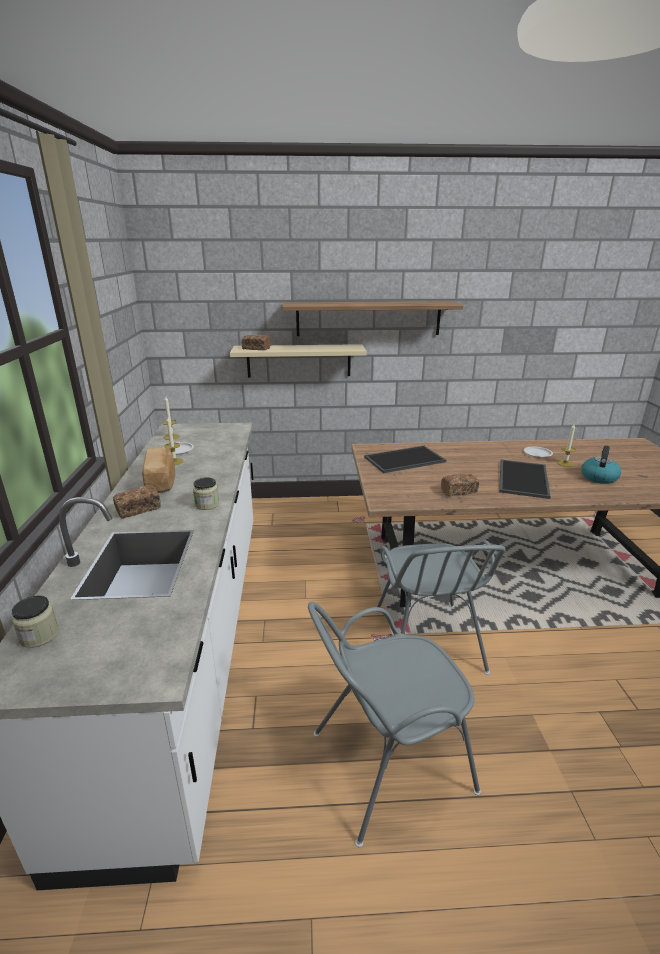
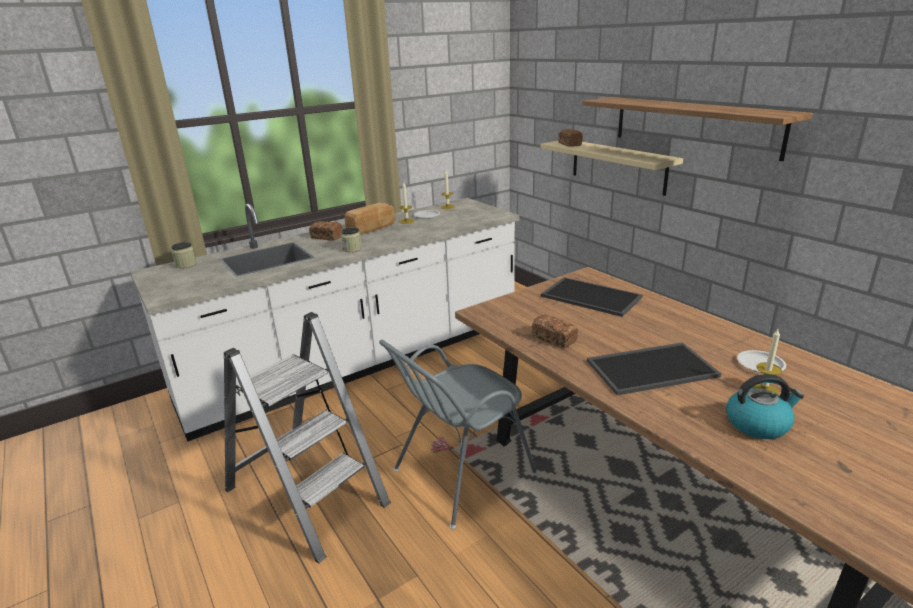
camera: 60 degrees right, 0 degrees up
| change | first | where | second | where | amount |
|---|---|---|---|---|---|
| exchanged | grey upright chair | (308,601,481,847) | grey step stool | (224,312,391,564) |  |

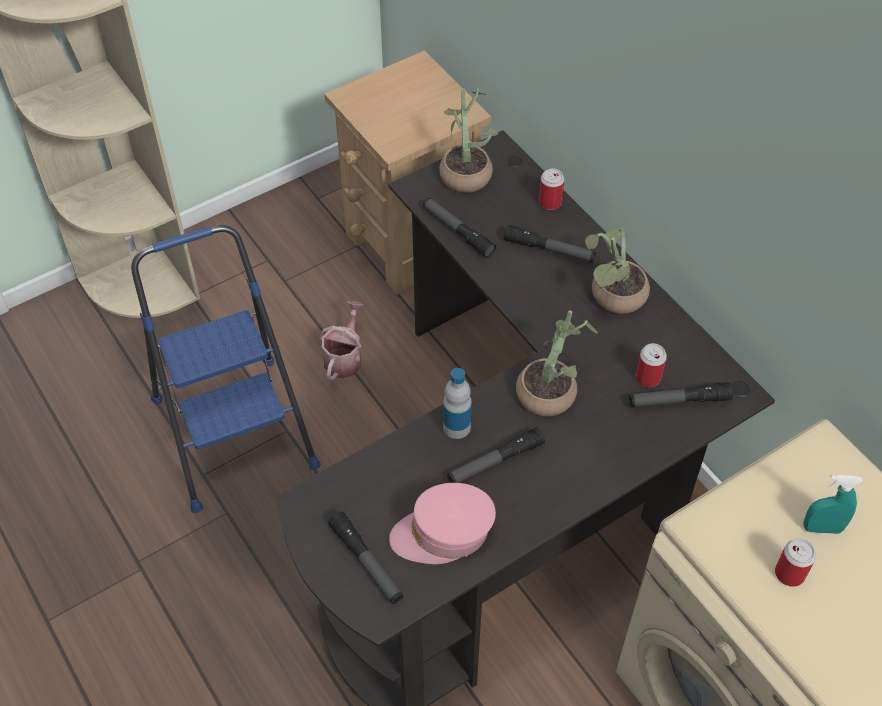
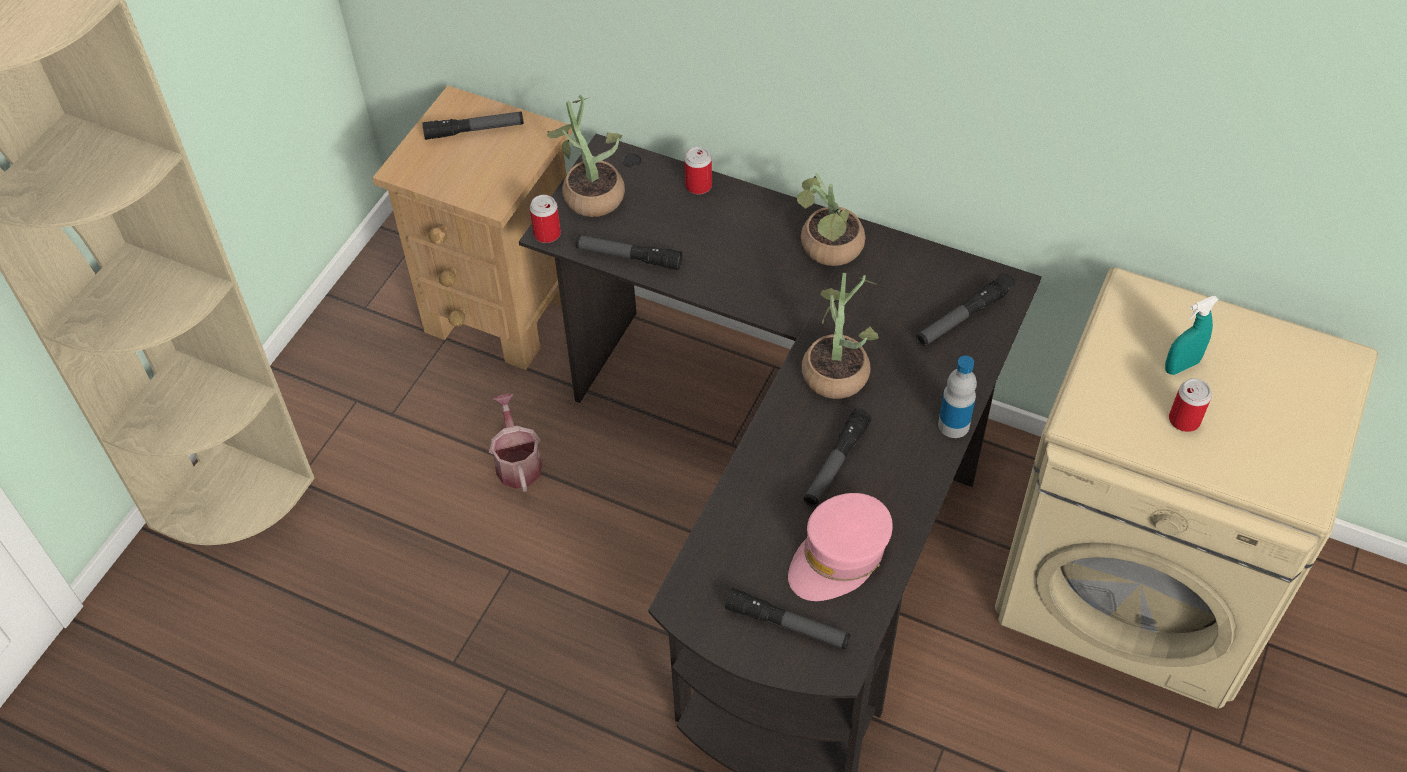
camera: 30 degrees left, 0 degrees up
| change | first | where | second | where | amount |
|---|---|---|---|---|---|
| missing | bluish step stool | (131,225,321,513) |  |  |  |
| relocated | bottle | (443,368,472,439) |  | (938,356,977,438) |  |
| relocated | hand torch | (504,224,596,263) |  | (422,111,524,140) |  |
| relocated | sealed can | (636,343,667,387) |  | (530,195,561,243) |  |

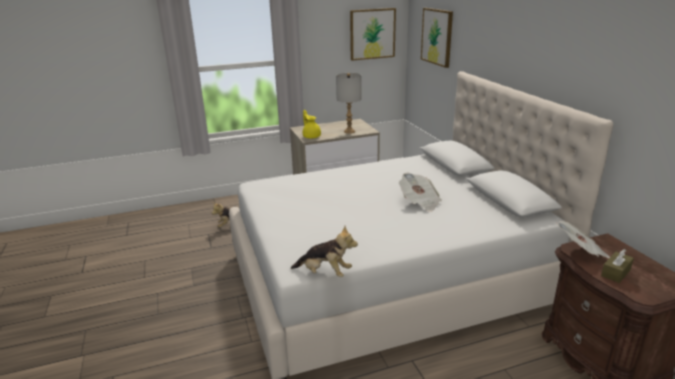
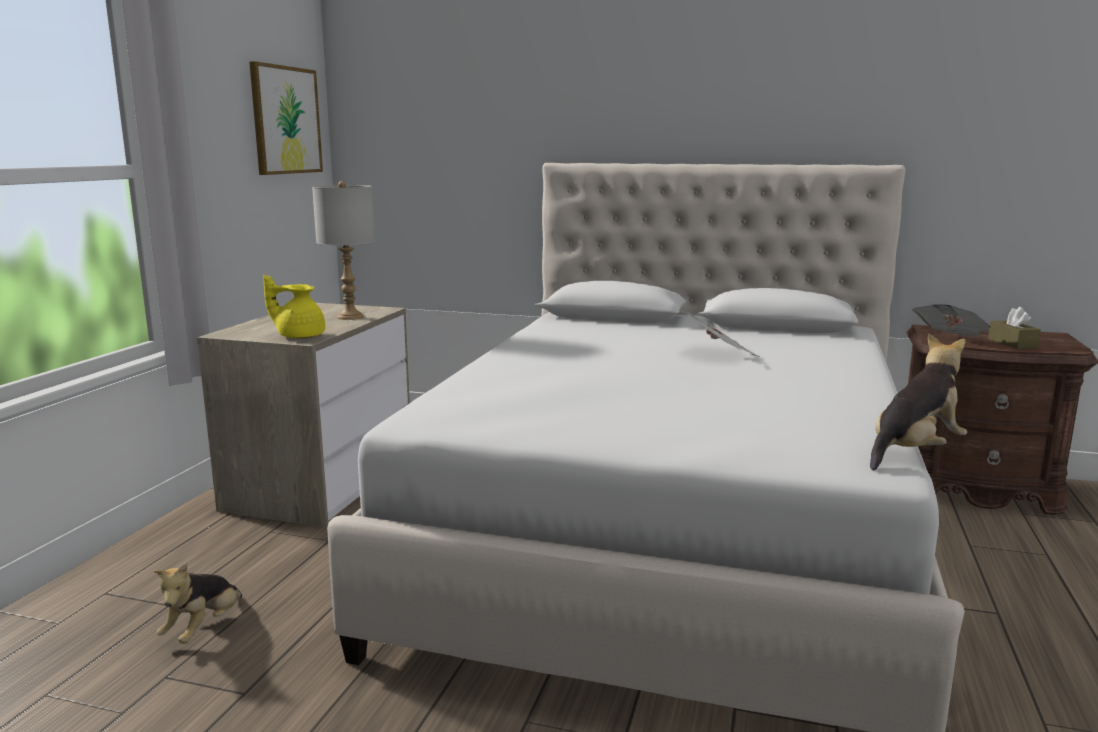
camera: 55 degrees left, 10 degrees down
| change | first | where | second | where | amount |
|---|---|---|---|---|---|
| missing | wall art | (421,8,453,68) |  |  |  |

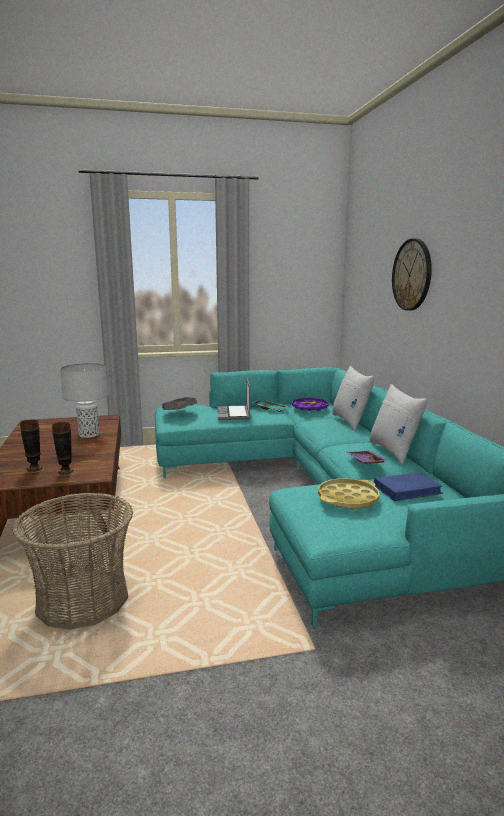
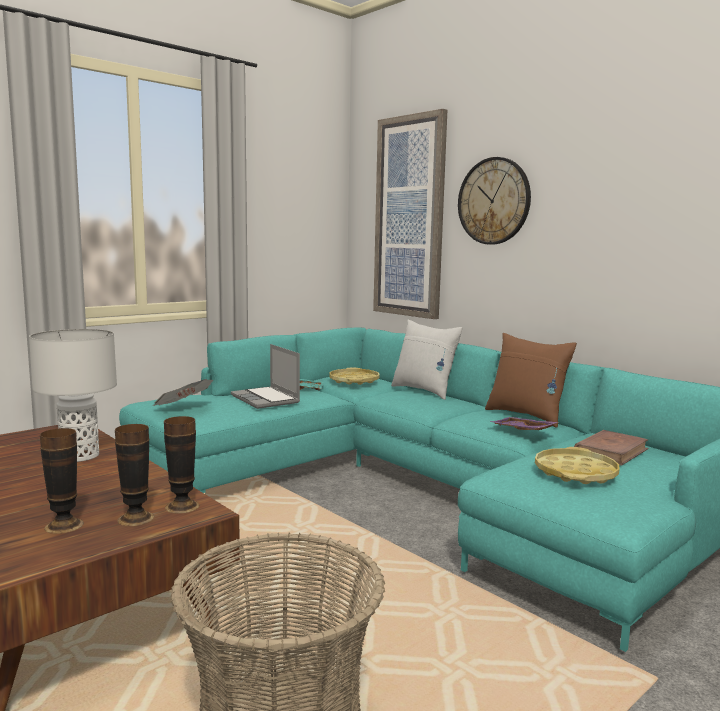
camera: 30 degrees left, 5 degrees down
| change | first | where | second | where | amount |
|---|---|---|---|---|---|
| appeared |  |  | vase | (164,416,200,514) |  |
| appeared |  |  | wall art | (373,109,447,319) |  |
| colour | purple serving tray | (292,397,329,411) | yellow-coloured serving tray | (330,368,380,385) |  |
| colour | grey cushion | (370,384,427,464) | brownish cushion | (485,333,577,428) |  |
| colour | bluish volume | (374,472,443,501) | brownish volume | (574,430,648,466) |  |

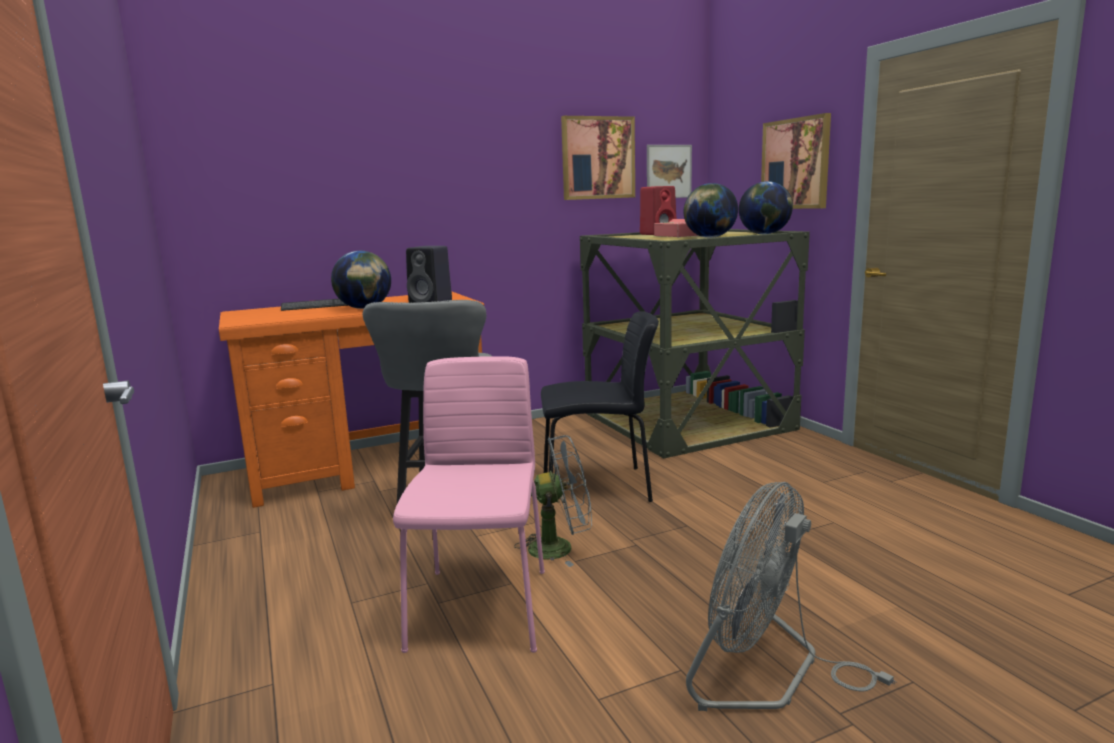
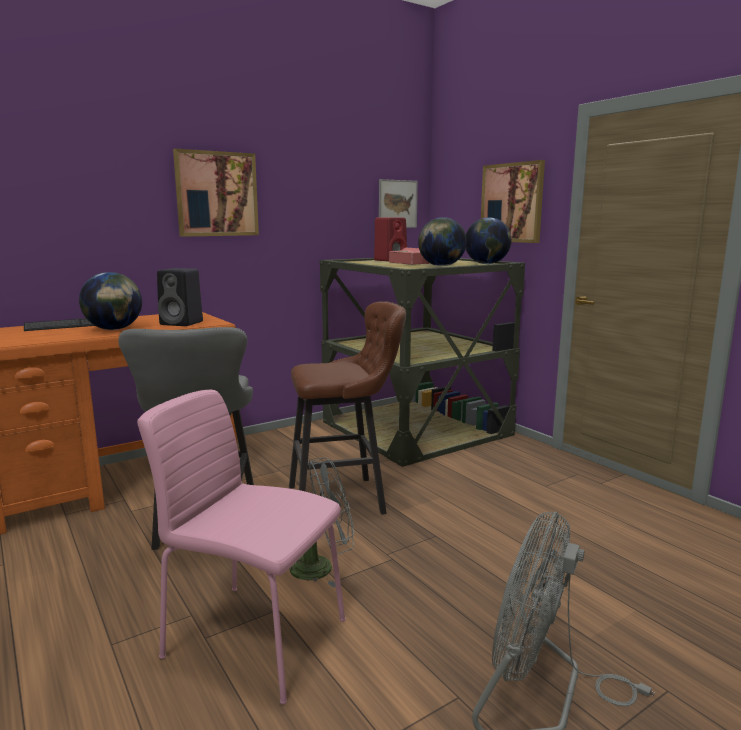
camera: 10 degrees left, 0 degrees up
| change | first | where | second | where | amount |
|---|---|---|---|---|---|
| relocated | wall art | (561,116,635,200) |  | (173,149,259,237) |  |
| exchanged | black-coloured upright chair | (541,312,659,502) | brownish stool seat | (289,301,406,515) |  |
| spun | pink-coloured upright chair | (393,356,545,653) |  | (137,390,345,705) | 60 degrees counterclockwise |

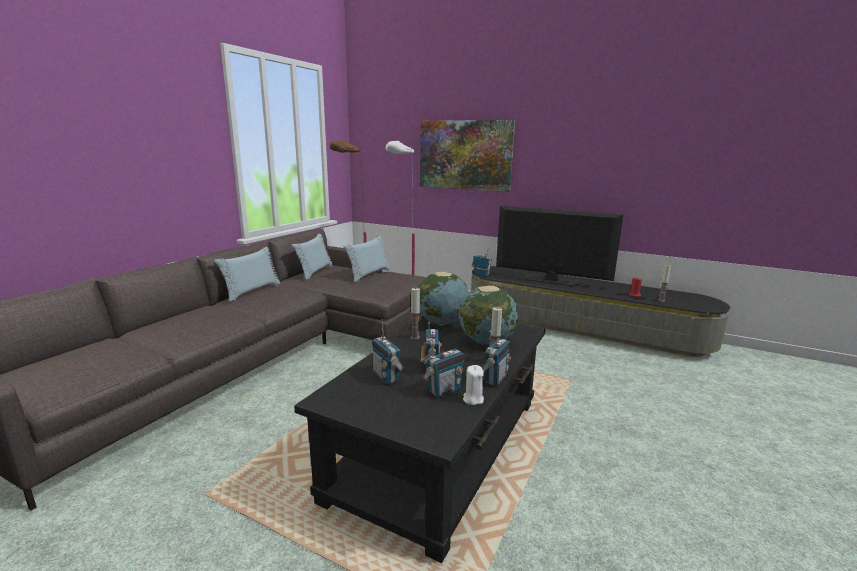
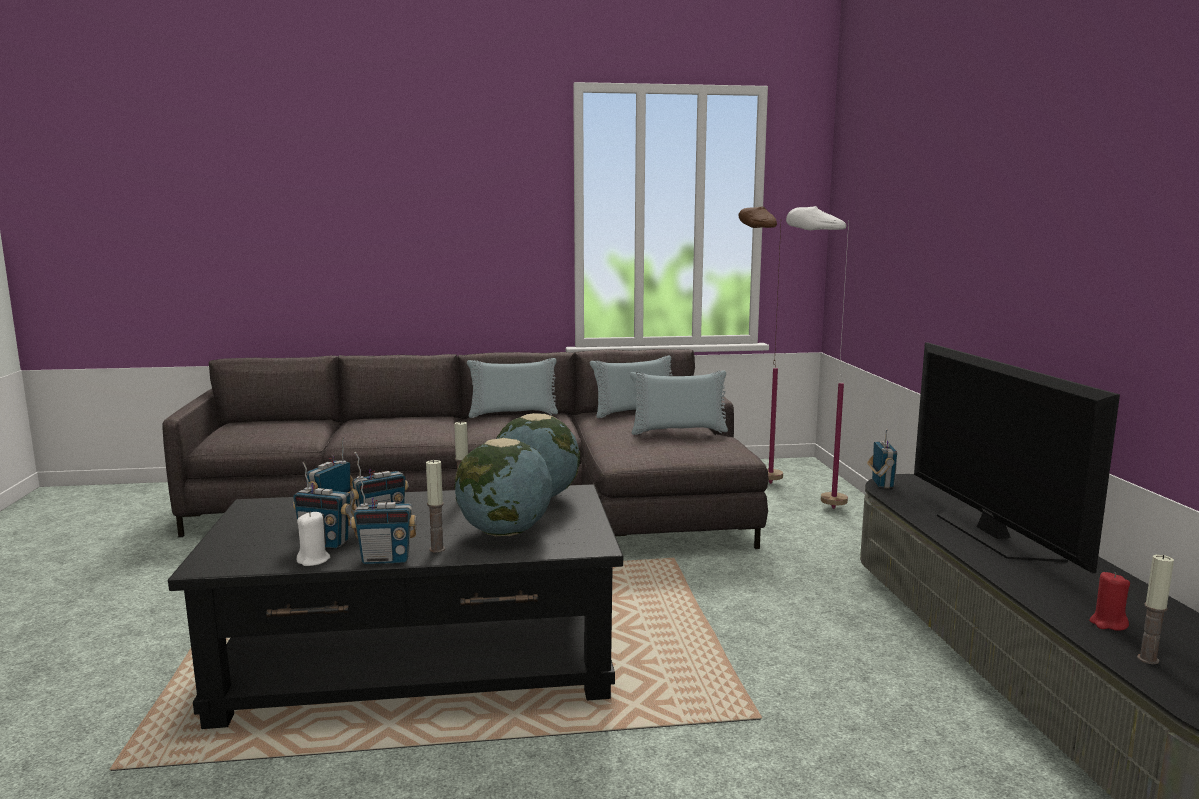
camera: 55 degrees right, 5 degrees down
| change | first | where | second | where | amount |
|---|---|---|---|---|---|
| missing | wall art | (420,120,515,192) |  |  |  |

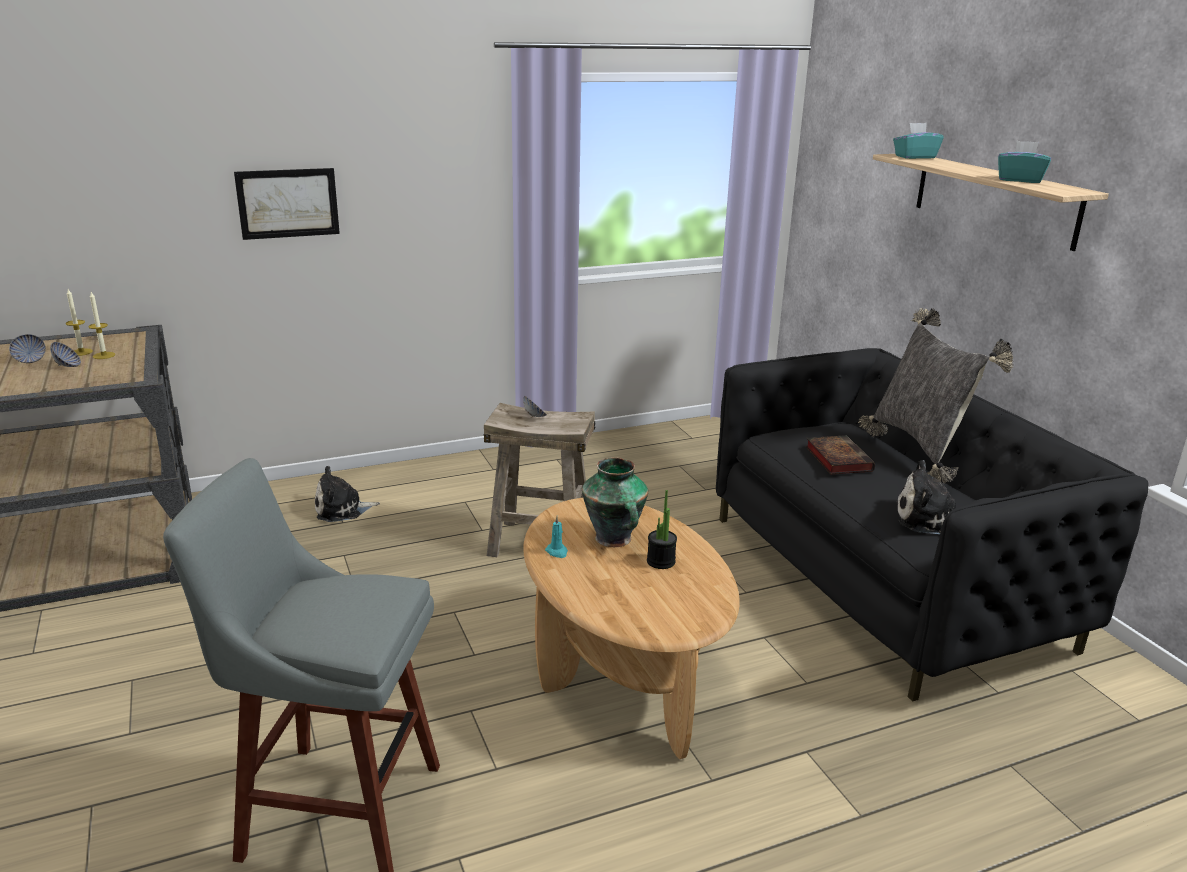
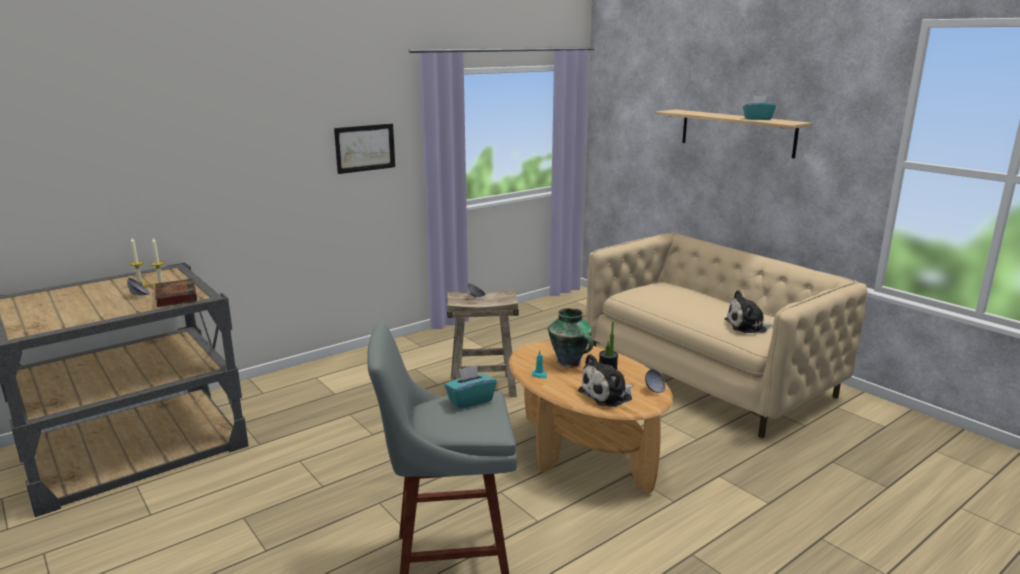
camera: 15 degrees left, 5 degrees down
| change | first | where | second | where | amount |
|---|---|---|---|---|---|
| missing | cushion | (858,308,1013,484) |  |  |  |
| relocated | serving bowl | (9,334,46,363) |  | (645,369,665,393) |  |
| relocated | wall art | (234,168,340,240) |  | (334,124,395,174) |  |
| relocated | soft toy | (315,466,380,522) |  | (578,354,634,407) |  |
| relocated | volume | (805,435,875,474) |  | (155,279,197,307) |  |
| relocated | turquoise box of tissues | (893,123,944,159) |  | (445,365,497,409) |  |
| colour | black-coloured settee | (716,348,1148,702) | beige-coloured settee | (586,233,867,438) |  |

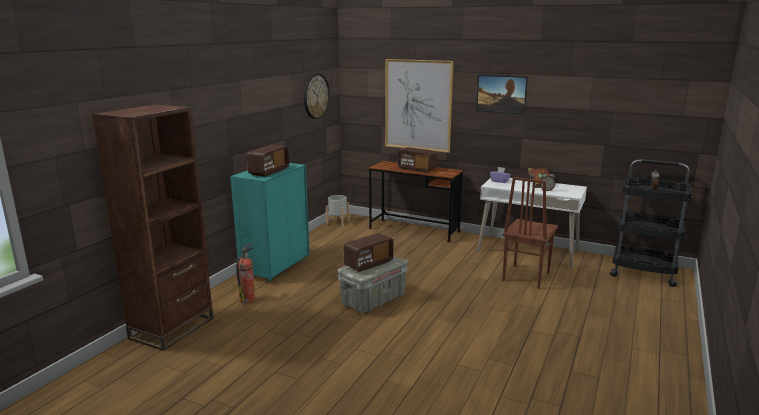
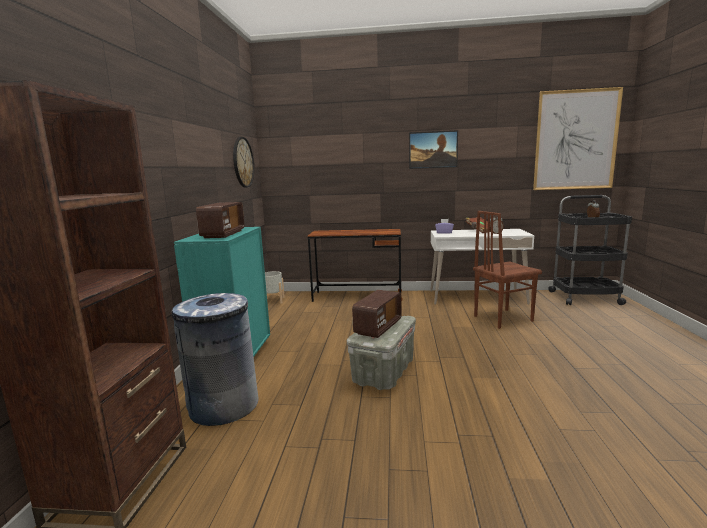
camera: 20 degrees left, 5 degrees down
| change | first | where | second | where | amount |
|---|---|---|---|---|---|
| missing | radio set | (398,147,437,172) |  |  |  |
| relocated | wall art | (385,59,454,153) |  | (533,87,623,190) |  |
| exchanged | extinguisher | (236,243,255,304) | grey waste bin | (172,293,259,426) |  |
| spun | brownish upright chair | (502,177,558,289) |  | (473,211,542,329) | 60 degrees clockwise |

